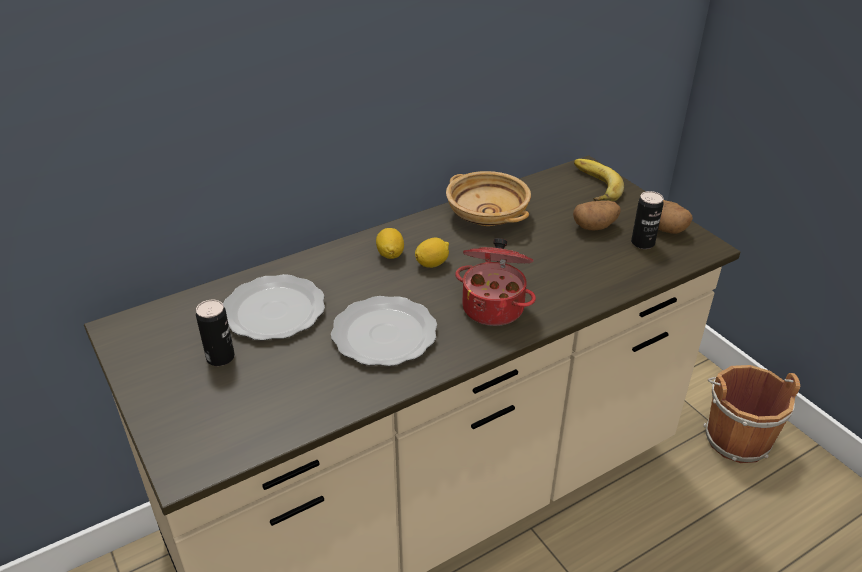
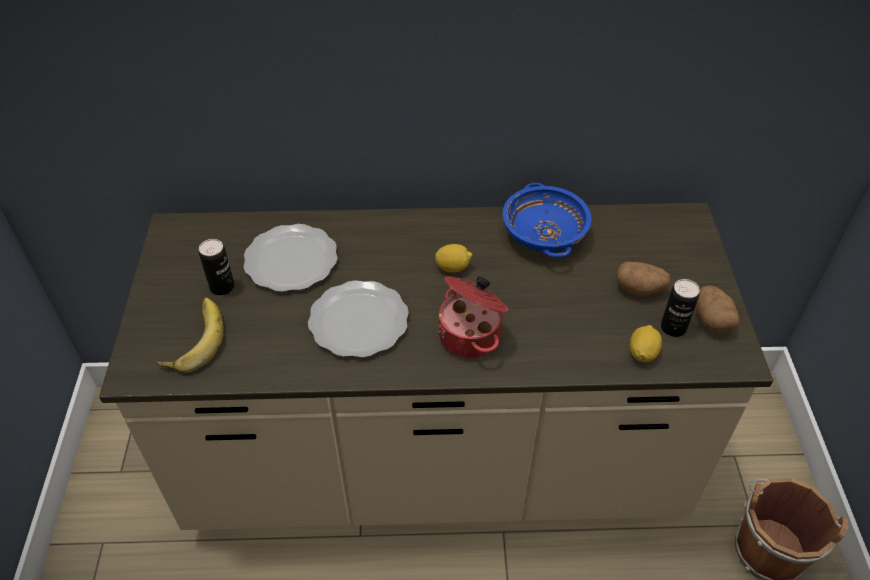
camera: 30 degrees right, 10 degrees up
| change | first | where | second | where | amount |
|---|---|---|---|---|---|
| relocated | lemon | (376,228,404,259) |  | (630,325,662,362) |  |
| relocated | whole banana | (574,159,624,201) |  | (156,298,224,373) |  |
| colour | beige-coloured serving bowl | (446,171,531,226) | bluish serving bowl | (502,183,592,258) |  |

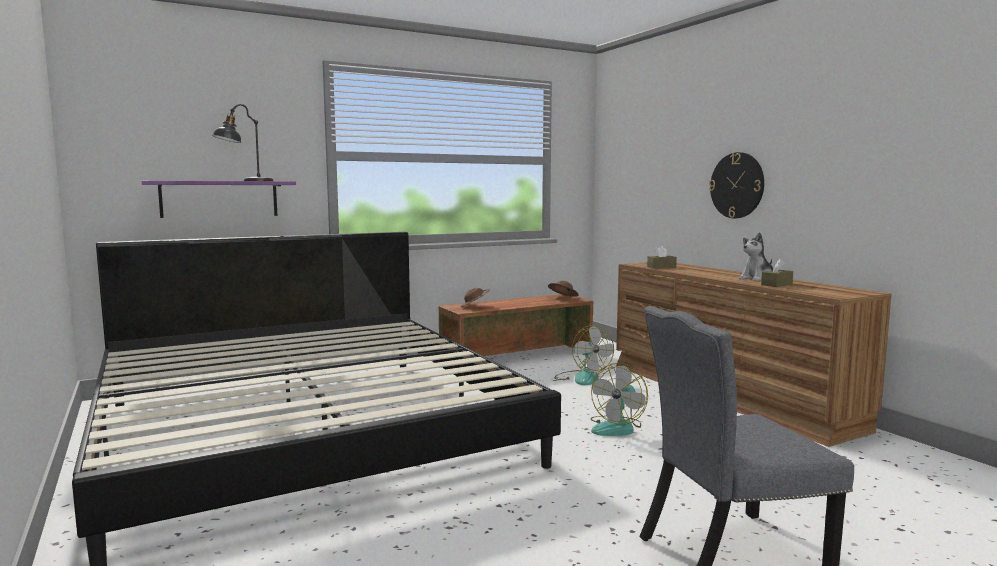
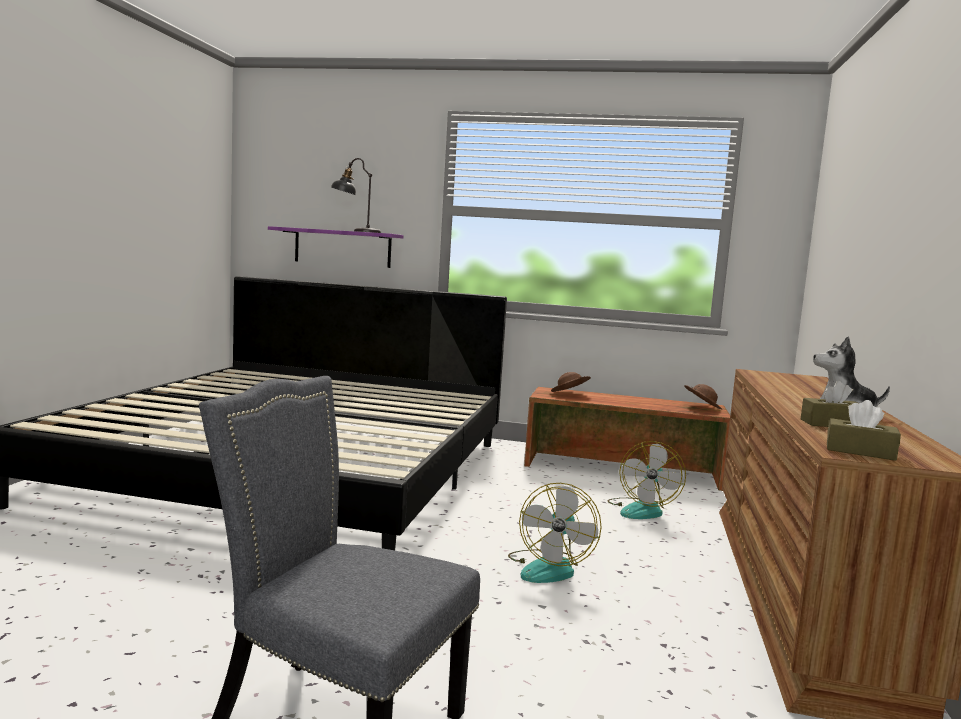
camera: 40 degrees right, 0 degrees up
| change | first | where | second | where | amount |
|---|---|---|---|---|---|
| missing | clock on the wall | (709,152,764,218) |  |  |  |
| relocated | brownish box of tissues | (647,246,677,269) |  | (827,400,901,461) |  |
| spun | electric fan | (591,363,648,436) |  | (508,483,602,583) | 60 degrees counterclockwise |

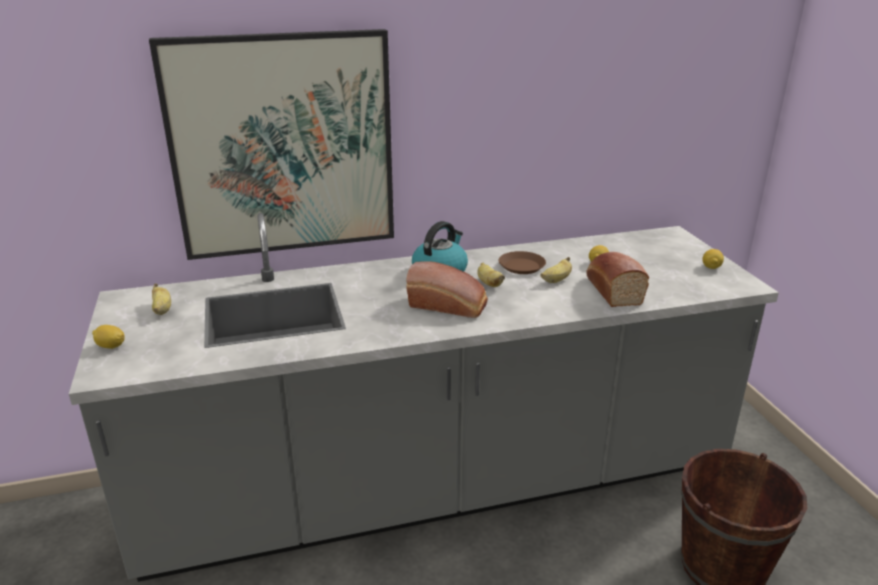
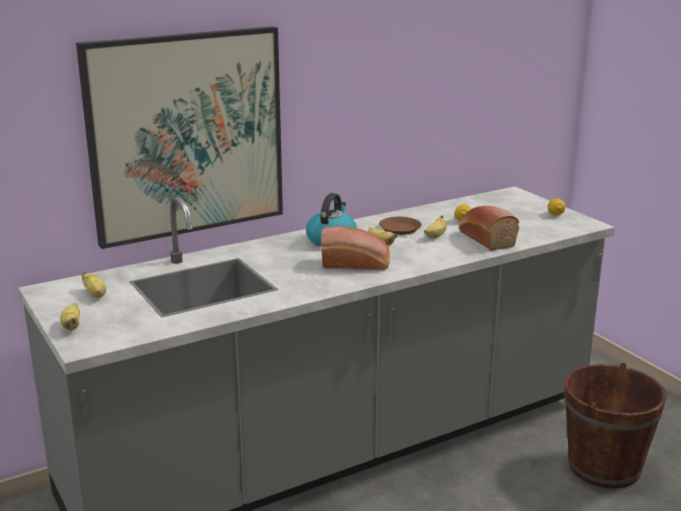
camera: 15 degrees left, 5 degrees down
| change | first | where | second | where | amount |
|---|---|---|---|---|---|
| exchanged | lemon | (92,325,125,349) | whole banana | (60,303,80,331) |  |

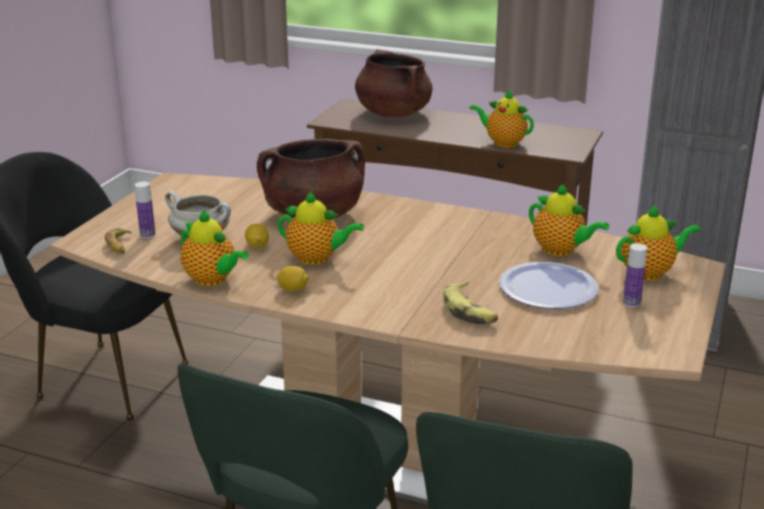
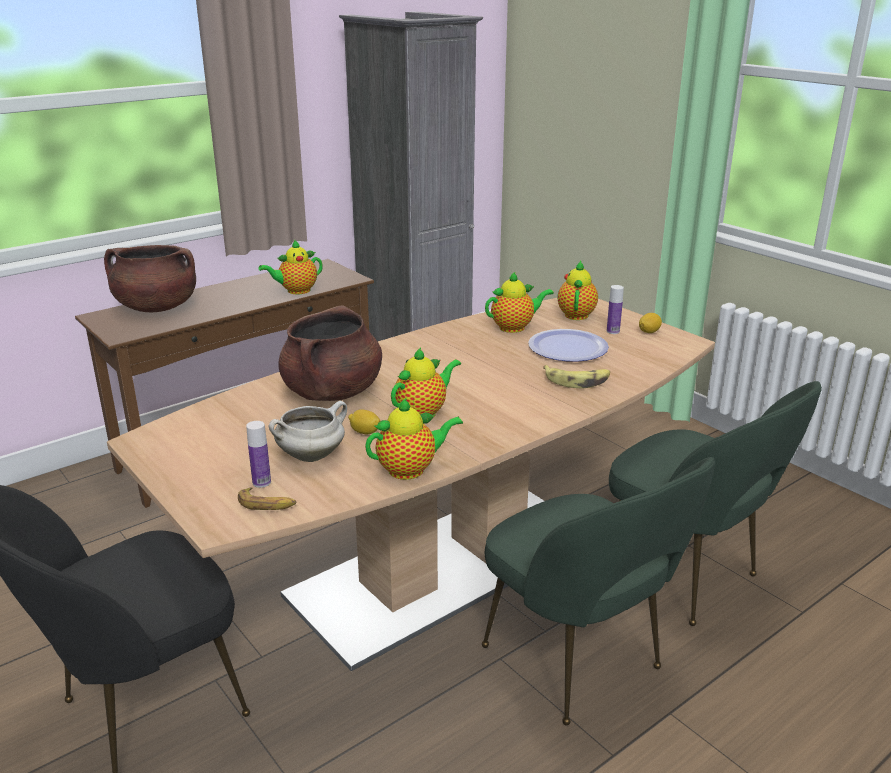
camera: 60 degrees left, 0 degrees up
| change | first | where | second | where | amount |
|---|---|---|---|---|---|
| relocated | lemon | (277,266,309,292) |  | (639,313,662,333) |  |

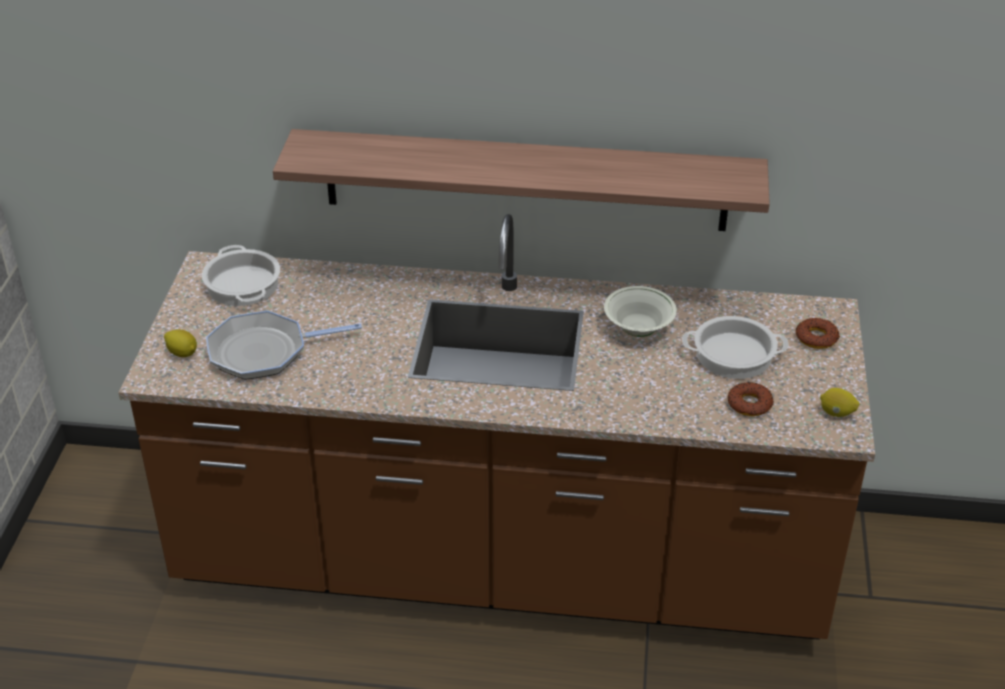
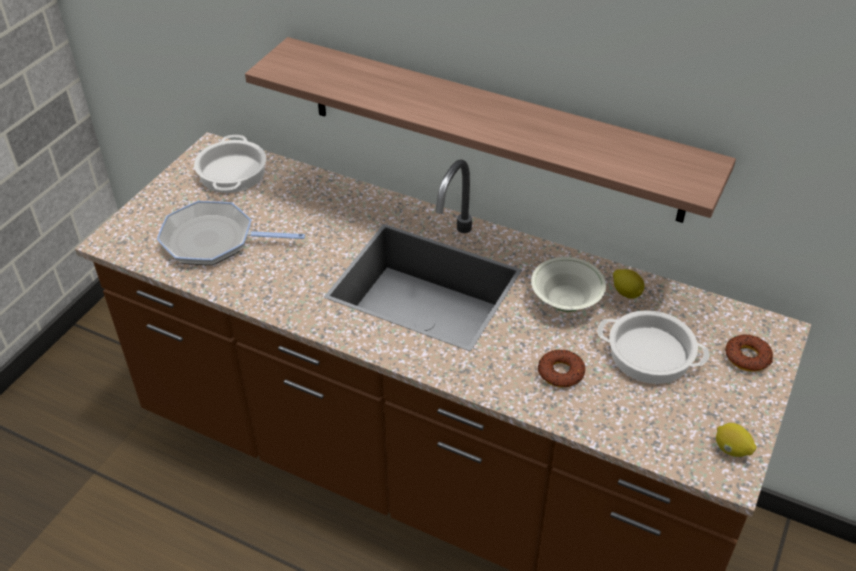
camera: 20 degrees right, 5 degrees up
| change | first | where | second | where | amount |
|---|---|---|---|---|---|
| relocated | lemon | (164,329,197,357) |  | (613,269,644,299) |  |
| relocated | doughnut | (728,382,774,416) |  | (538,349,585,387) |  |

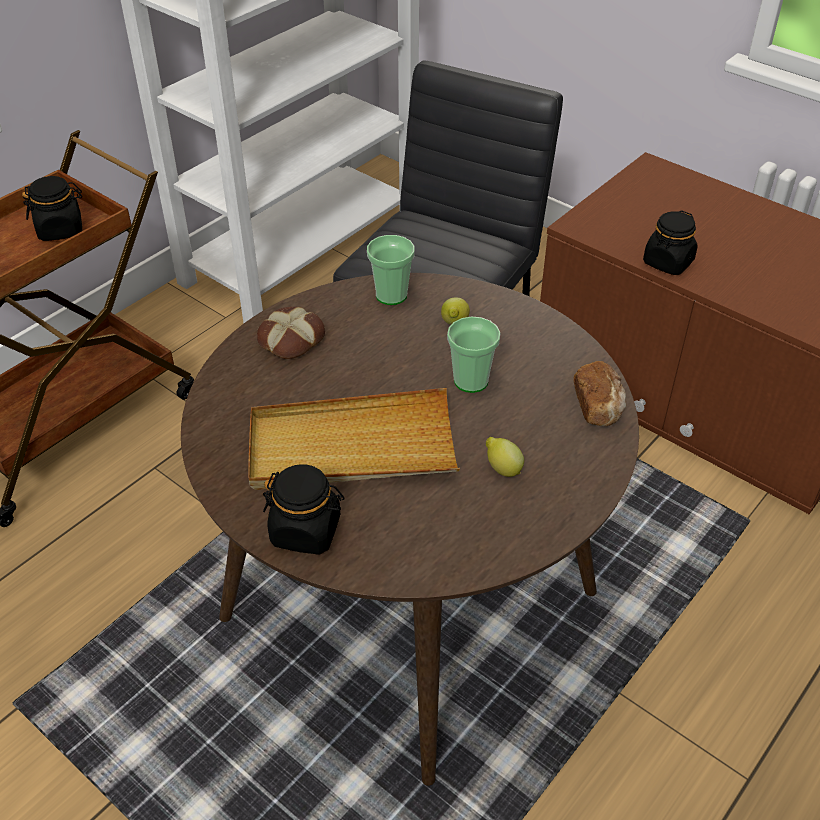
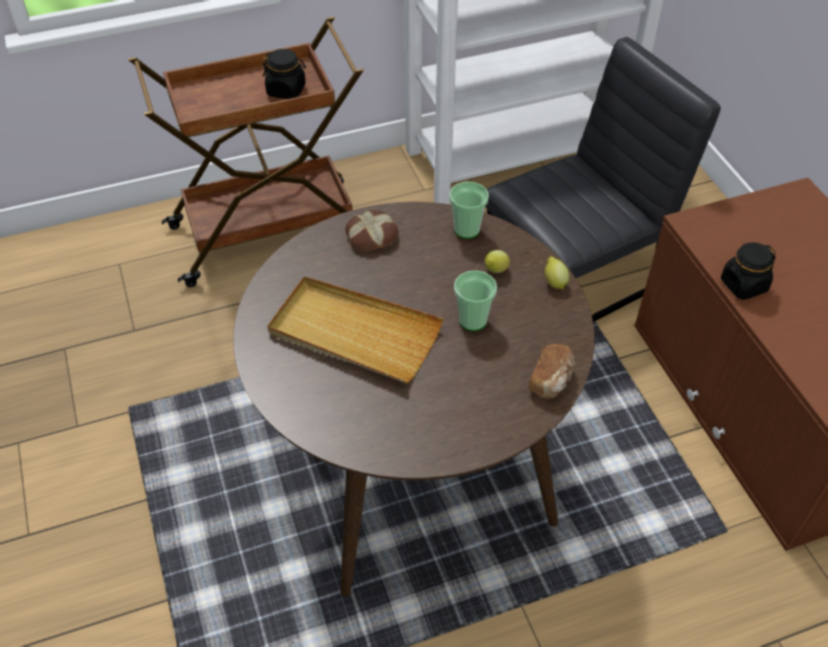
camera: 30 degrees right, 5 degrees up
| change | first | where | second | where | amount |
|---|---|---|---|---|---|
| missing | black-coloured preserve jar | (263,464,345,555) |  |  |  |
| relocated | lemon | (486,437,524,477) |  | (545,256,570,289) |  |

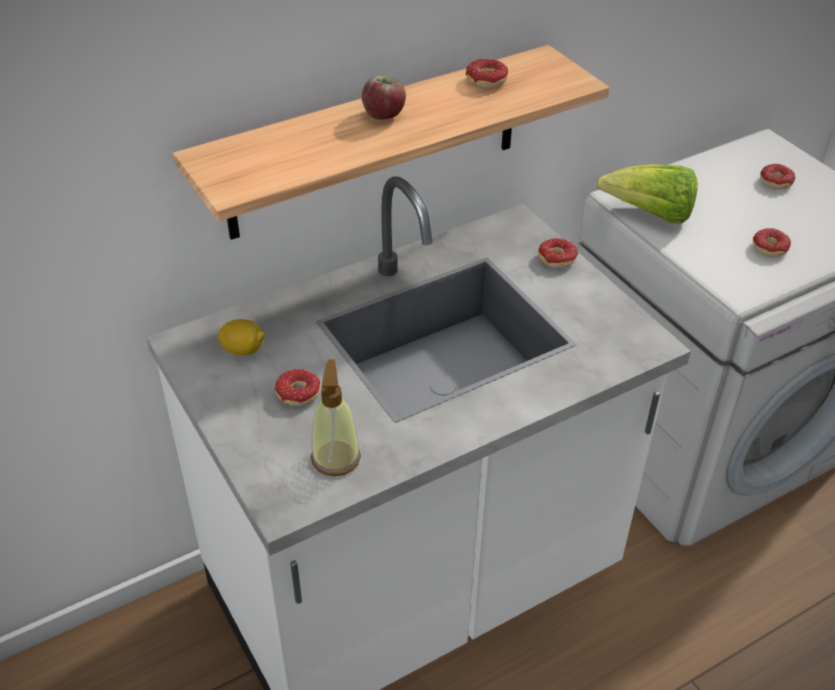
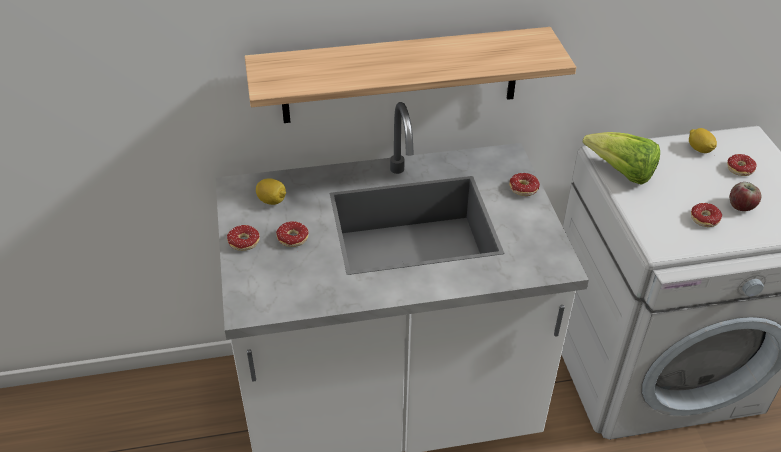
camera: 20 degrees right, 0 degrees up
| change | first | where | second | where | amount |
|---|---|---|---|---|---|
| missing | liquid soap bottle | (311,359,361,476) |  |  |  |
| appeared |  |  | lemon | (689,128,717,153) |  |
| relocated | apple | (362,75,406,120) |  | (730,182,761,211) |  |
| relocated | doughnut | (466,59,508,88) |  | (227,225,260,251) |  |

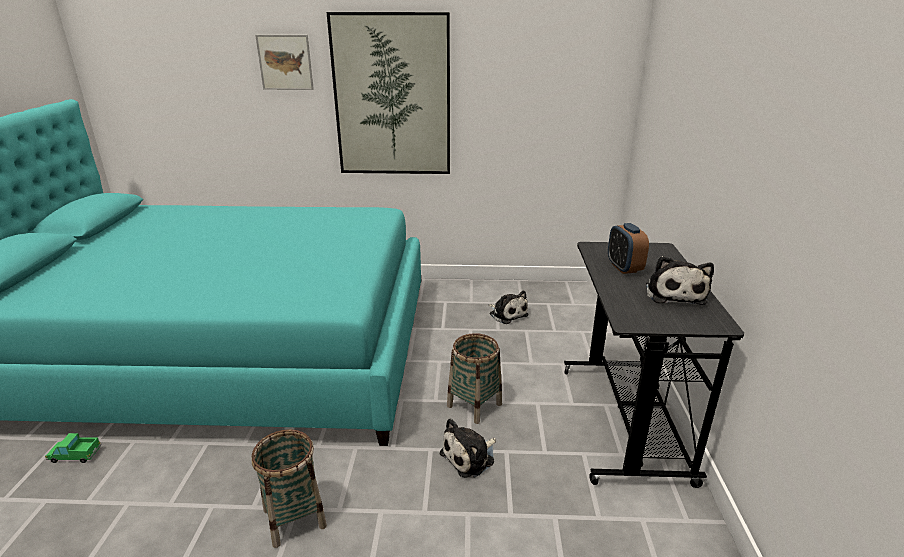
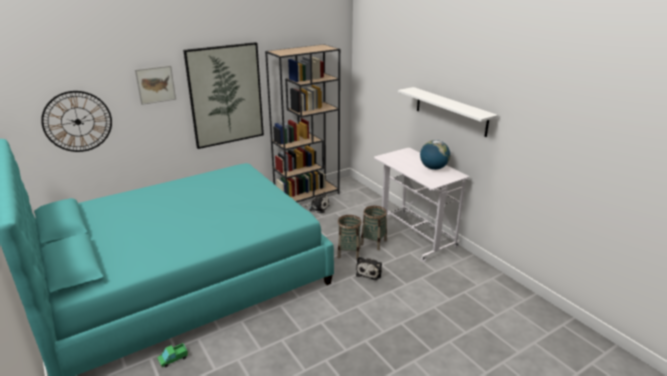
camera: 35 degrees left, 0 degrees up
| change | first | where | second | where | amount |
|---|---|---|---|---|---|
| missing | table clock | (608,223,649,274) |  |  |  |
| appeared |  |  | clock on the wall | (41,91,112,152) |  |
| appeared |  |  | bookshelf | (265,44,340,202) |  |
| appeared |  |  | white wall shelf | (398,87,498,137) |  |
| relocated | basket | (251,429,327,548) |  | (360,206,387,250) |  |
| exchanged | soft toy | (646,256,714,305) | world globe | (420,140,450,170) |  |
| colour | black-coloured desk | (564,242,744,488) | white desk | (374,148,469,262) |  |

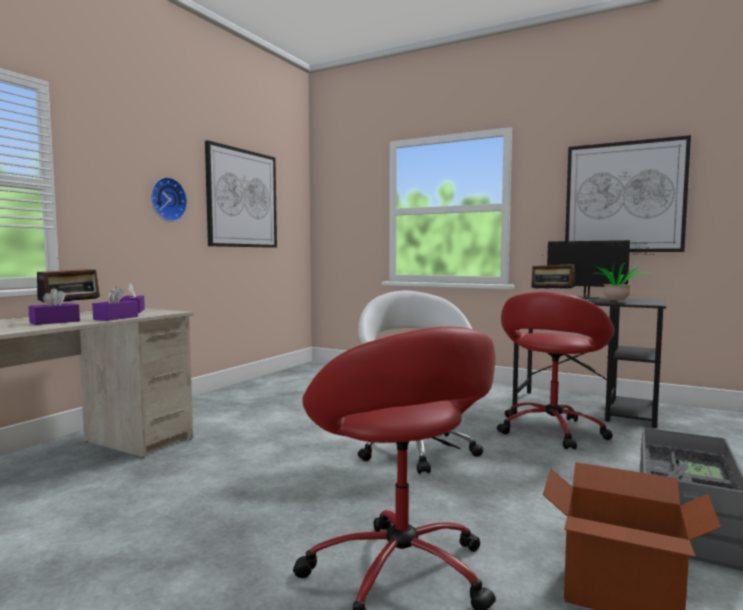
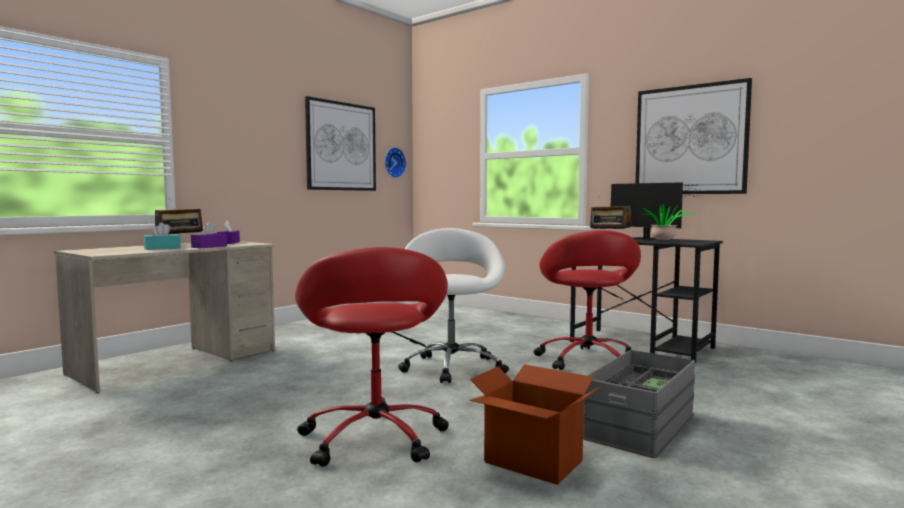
camera: 10 degrees right, 0 degrees up
| change | first | where | second | where | amount |
|---|---|---|---|---|---|
| relocated | clock on the wall | (151,177,187,222) |  | (385,147,406,178) |  |
| colour | purple box of tissues | (28,288,80,325) | turquoise box of tissues | (144,222,181,250) |  |
| spun | red-coloured desk chair | (497,292,614,449) |  | (533,230,641,370) | 45 degrees counterclockwise |

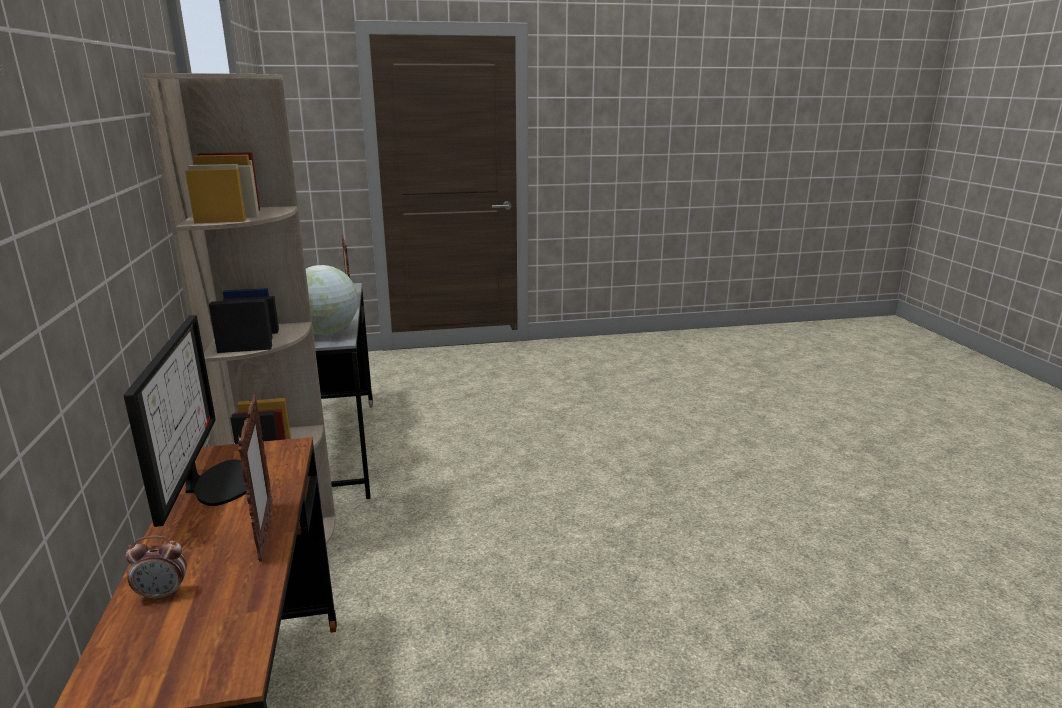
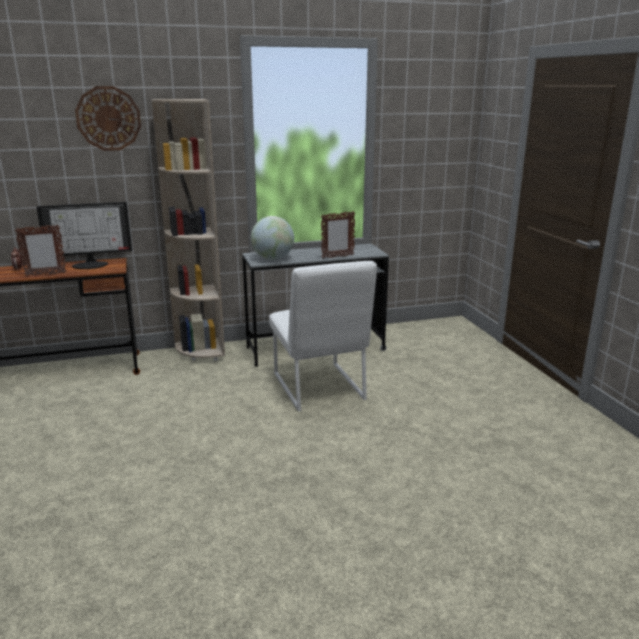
camera: 85 degrees right, 0 degrees up
| change | first | where | second | where | amount |
|---|---|---|---|---|---|
| appeared |  |  | clock on the wall | (75,86,141,151) |  |
| appeared |  |  | white upright chair | (269,261,377,412) |  |

